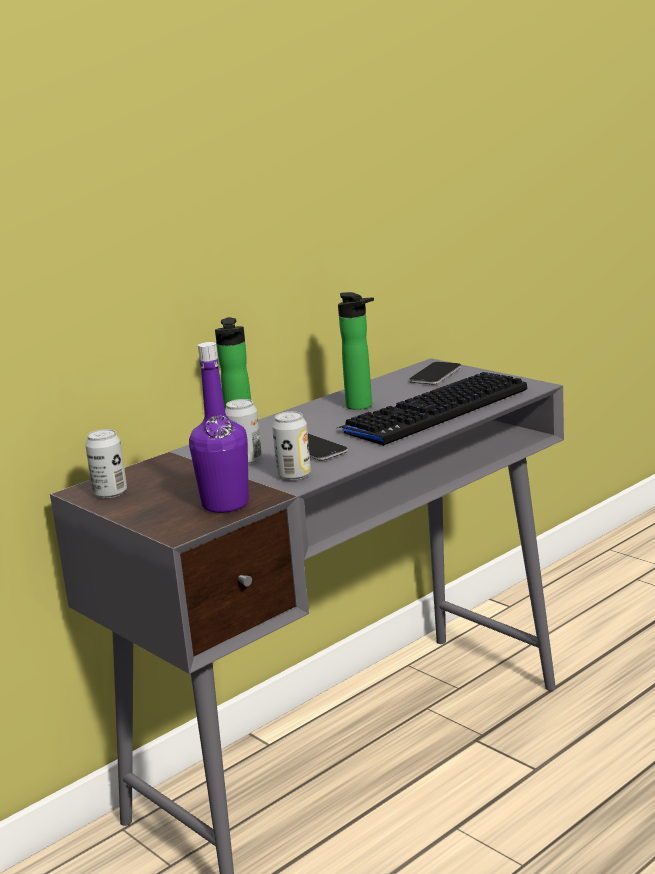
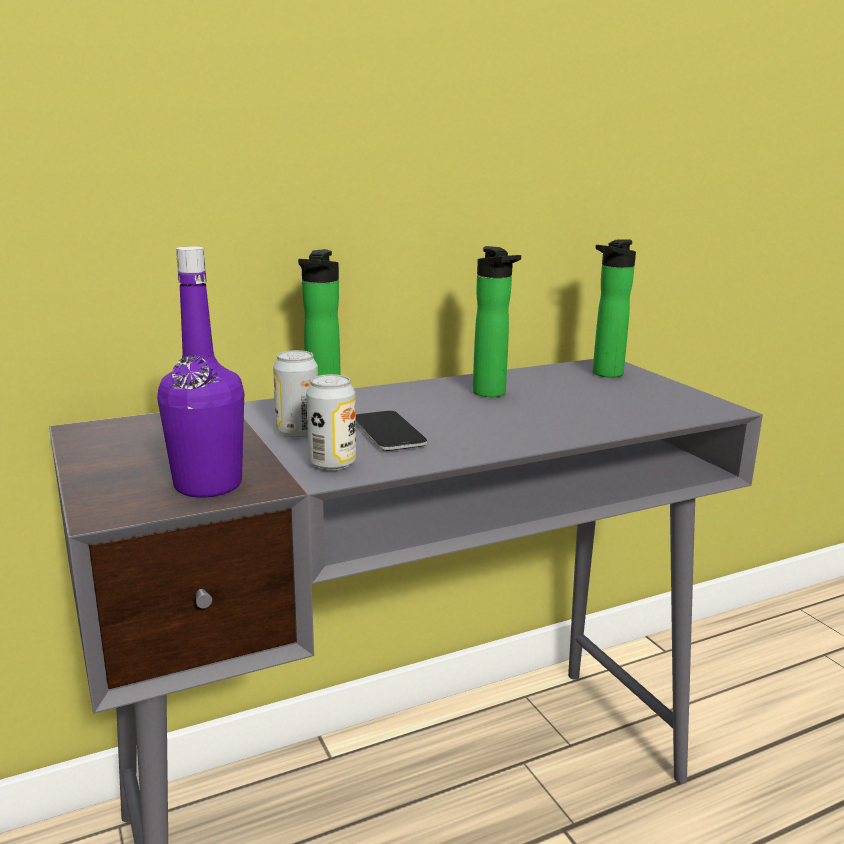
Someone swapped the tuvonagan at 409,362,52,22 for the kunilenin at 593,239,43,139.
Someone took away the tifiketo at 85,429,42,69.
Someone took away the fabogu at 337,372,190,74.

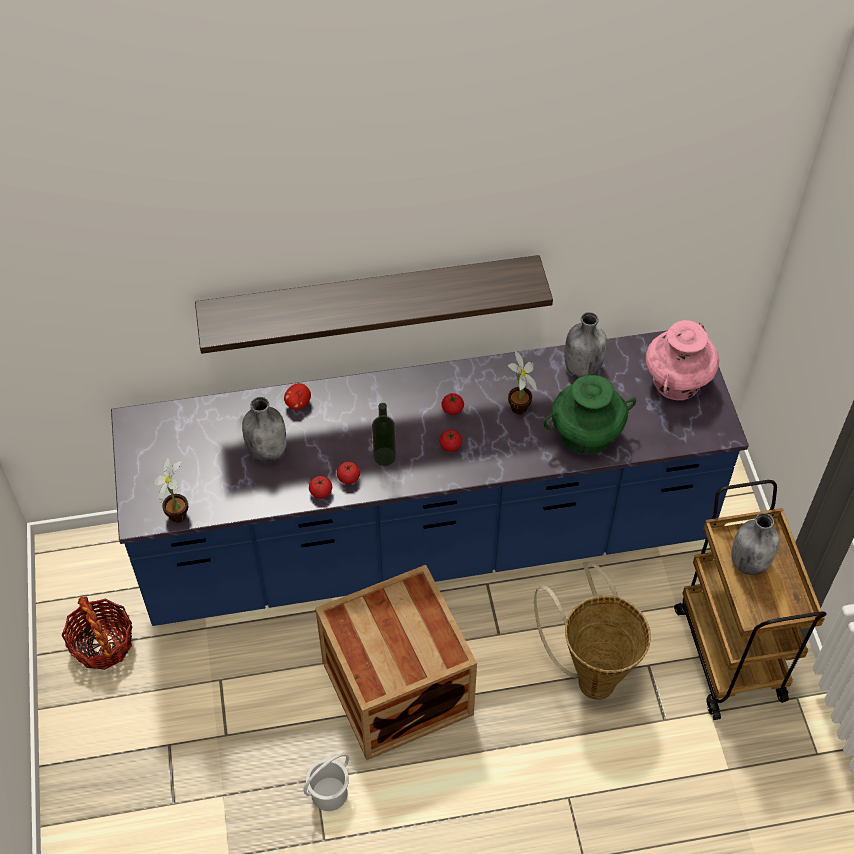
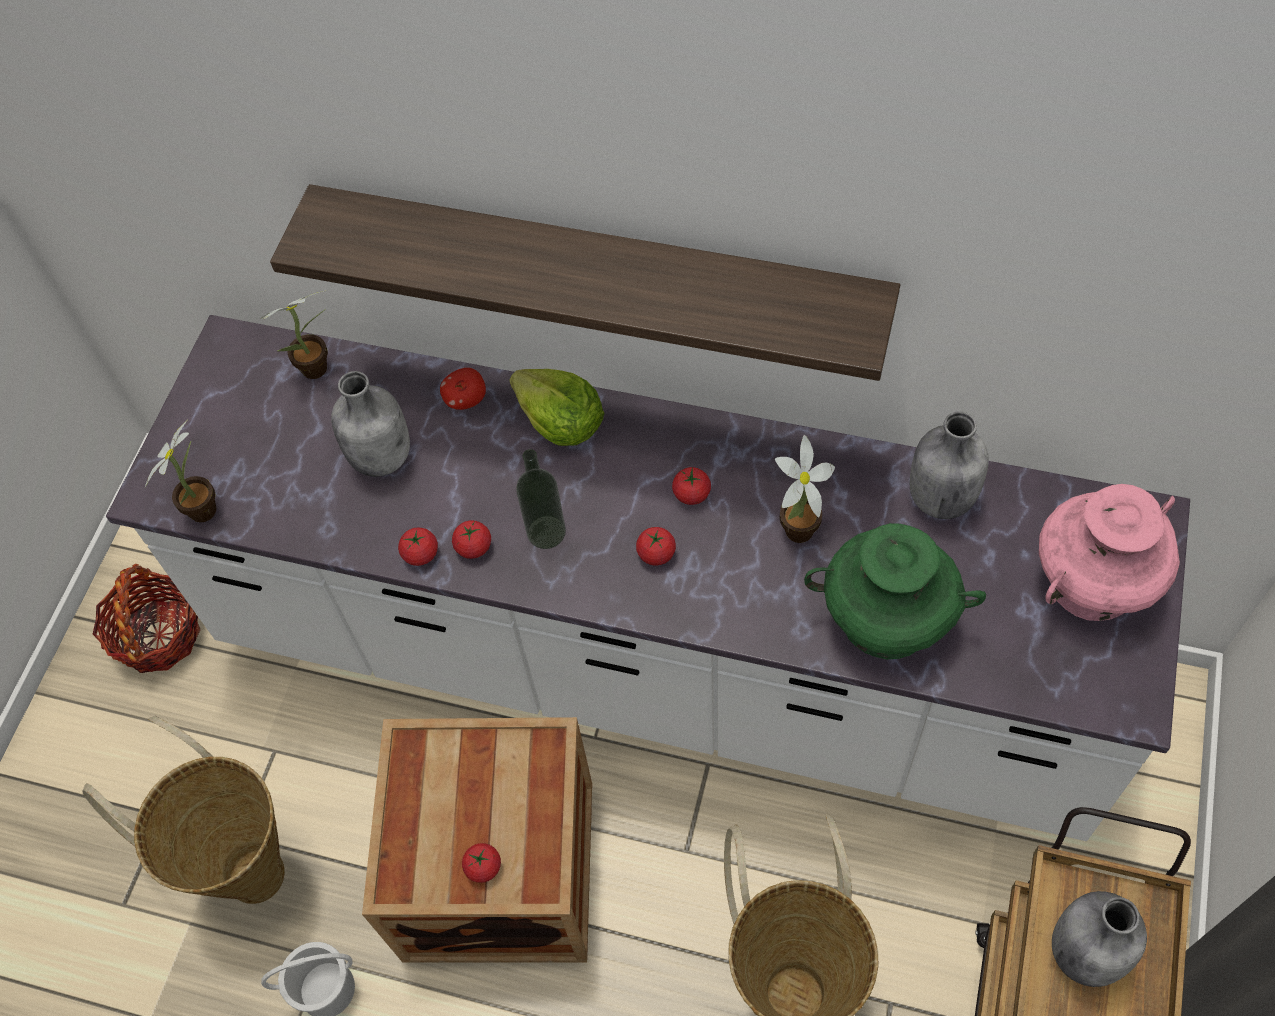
Someone put down the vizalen at 82,716,203,188.
Someone repainted the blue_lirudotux at 111,325,638,301, which became the white_lirudotux at 106,315,1084,526.
Someone put down the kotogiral at 260,291,68,88.
Someone put down the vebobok at 462,843,39,40.
Someone put down the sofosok at 509,369,95,77.

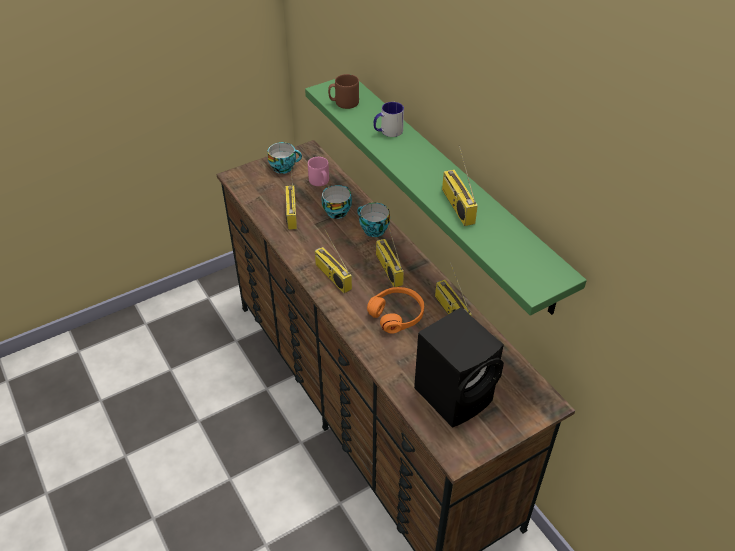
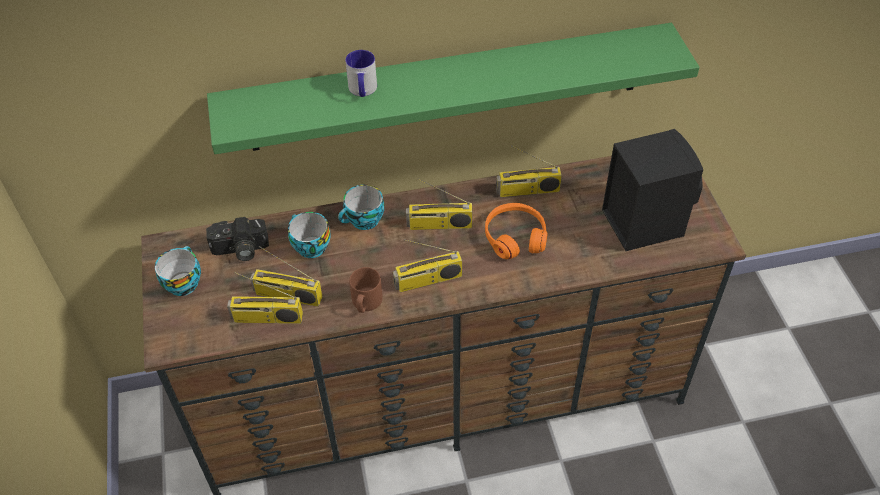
Someone swapped the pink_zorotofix at 308,157,21,29 for the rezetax at 206,217,63,44.
Someone carried the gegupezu from 442,145,36,81 to 227,272,76,52.
Someone carried the brown_zorotofix from 328,74,31,35 to 349,267,34,46.

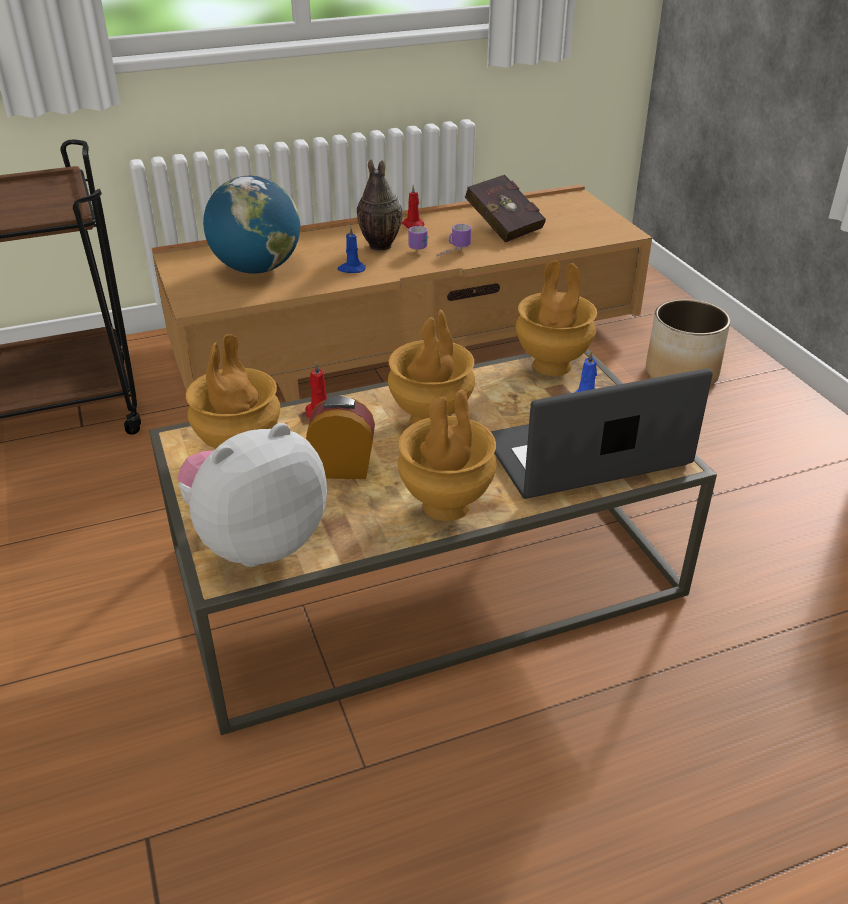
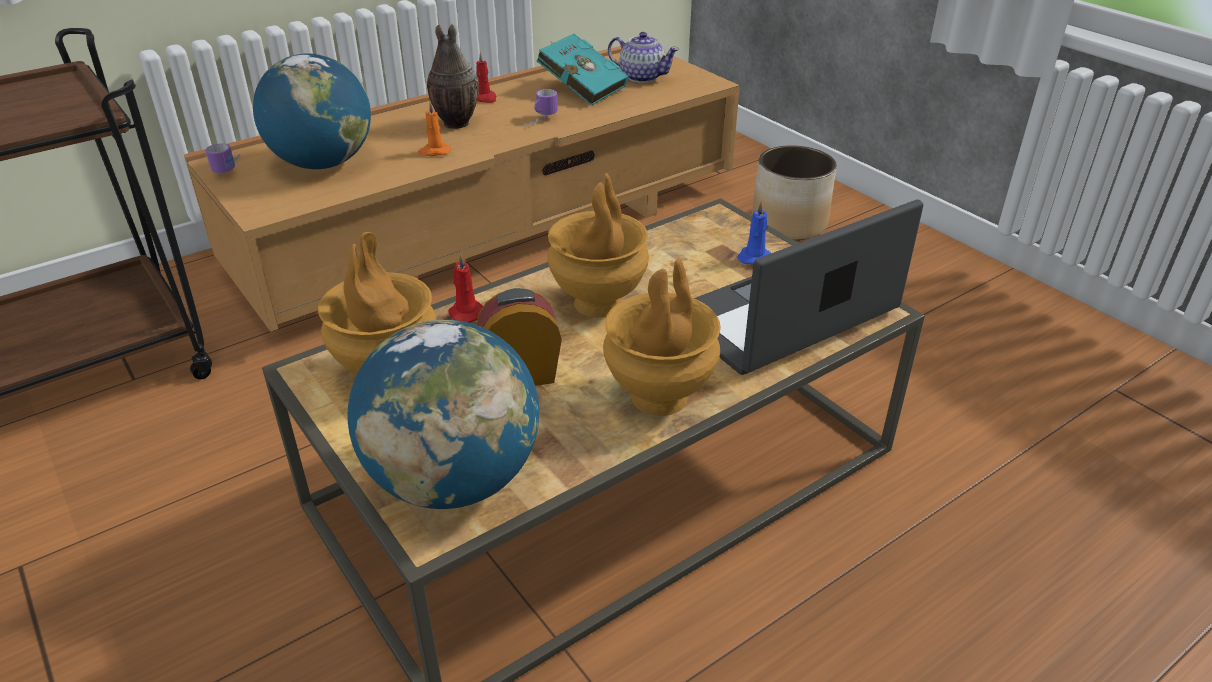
Someone carried the zorotofix from 408,226,20,24 to 205,143,35,30.
Someone swapped the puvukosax at 177,423,150,144 for the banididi at 347,320,192,189.
Someone repainted the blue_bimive at 337,226,29,47, which became the orange_bimive at 418,102,33,54.
Someone repainted the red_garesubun at 465,175,80,67, which became the turquoise_garesubun at 537,34,91,72.
Someone put down the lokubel at 608,32,72,51.
Someone took away the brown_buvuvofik at 516,260,81,116.

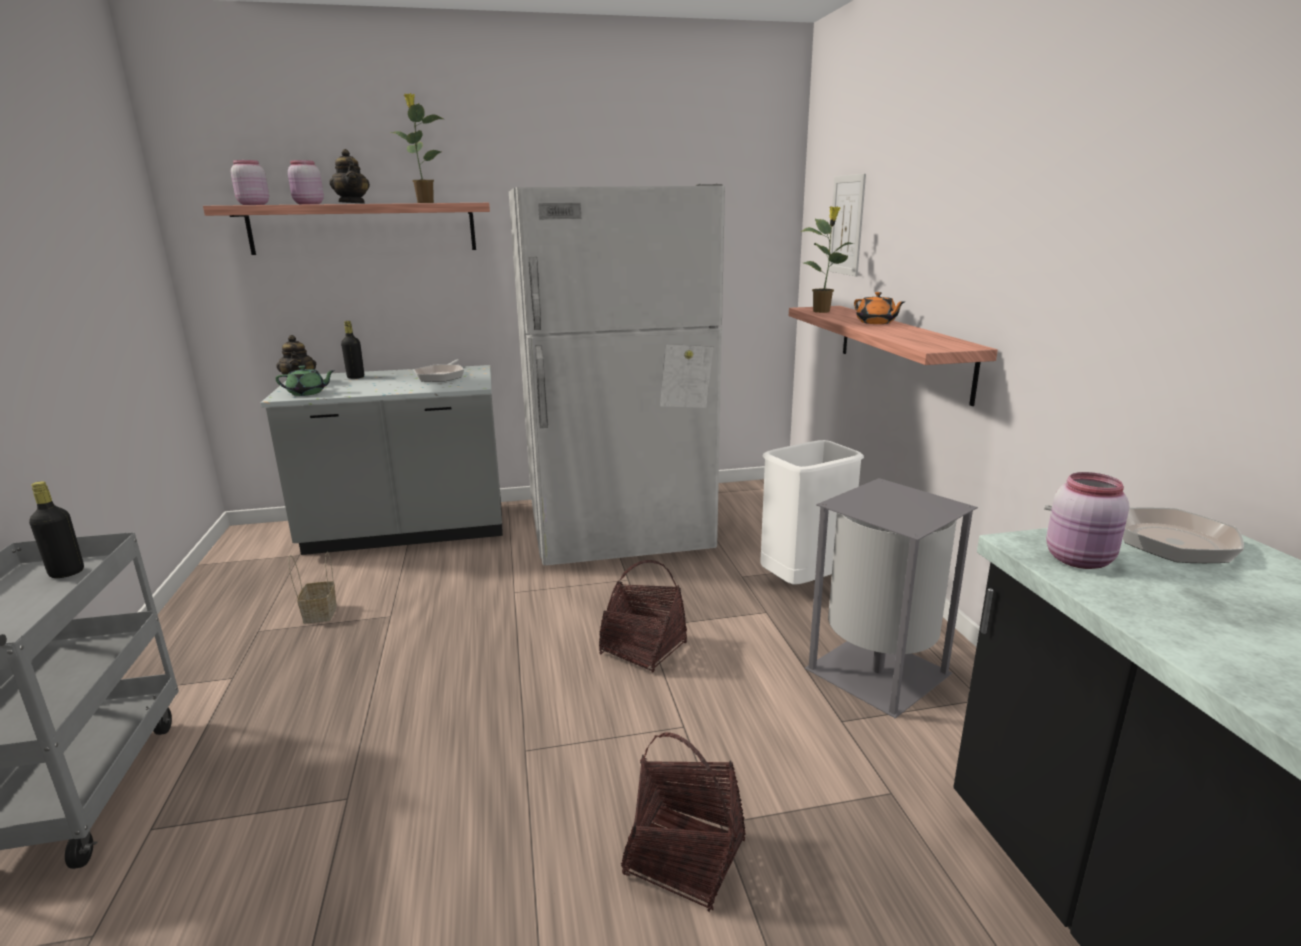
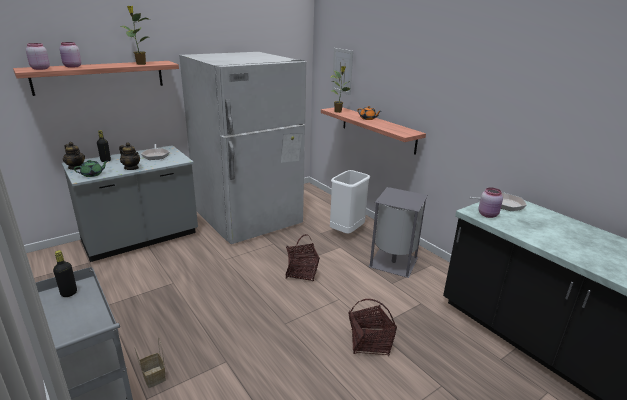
Someone carried the lokubel from 329,149,41,55 to 119,142,21,28.
Someone carried the vizalen from 289,552,48,72 to 135,338,31,50.

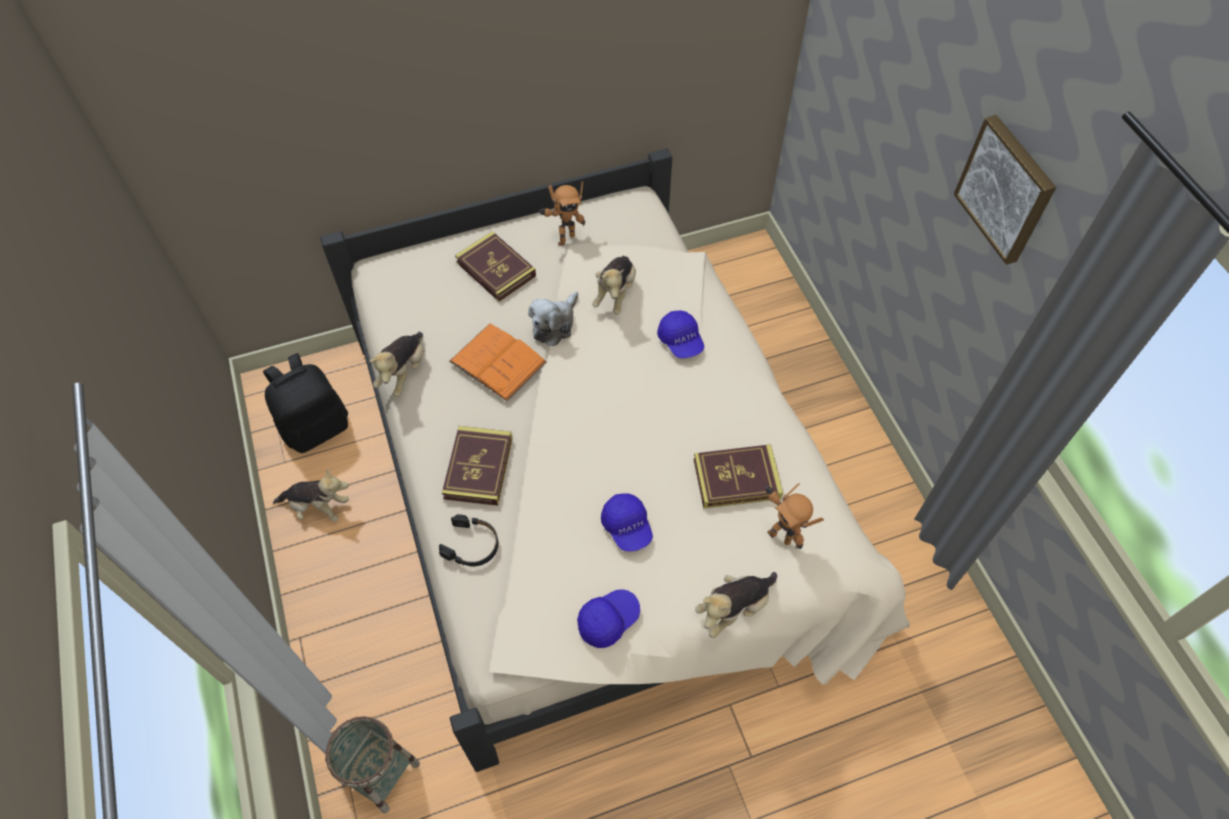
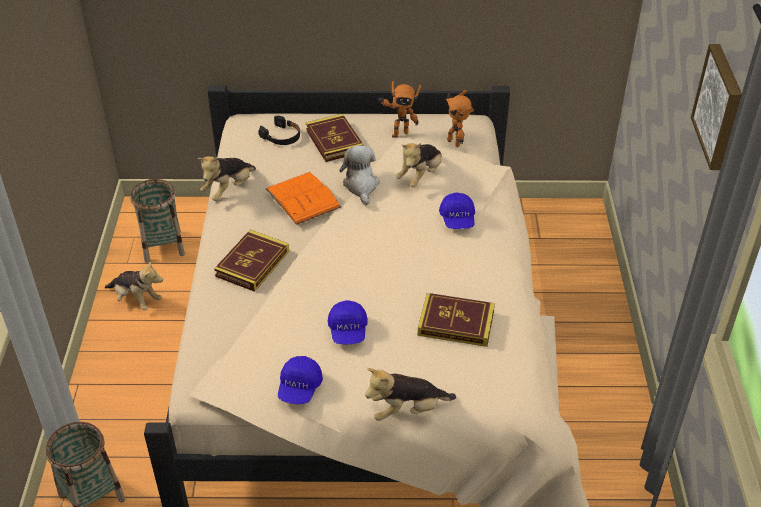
Someone swapped the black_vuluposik at 263,353,85,100 for the vizalen at 130,179,55,83.
Someone carried the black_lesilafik from 439,514,59,52 to 258,116,42,29.
Someone rotated the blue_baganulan at 577,589,63,59 by 120 degrees clockwise.
Someone rotated the puvukosax at 528,292,50,54 by 120 degrees clockwise.
Someone carried the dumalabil from 765,483,59,66 to 446,90,28,57.

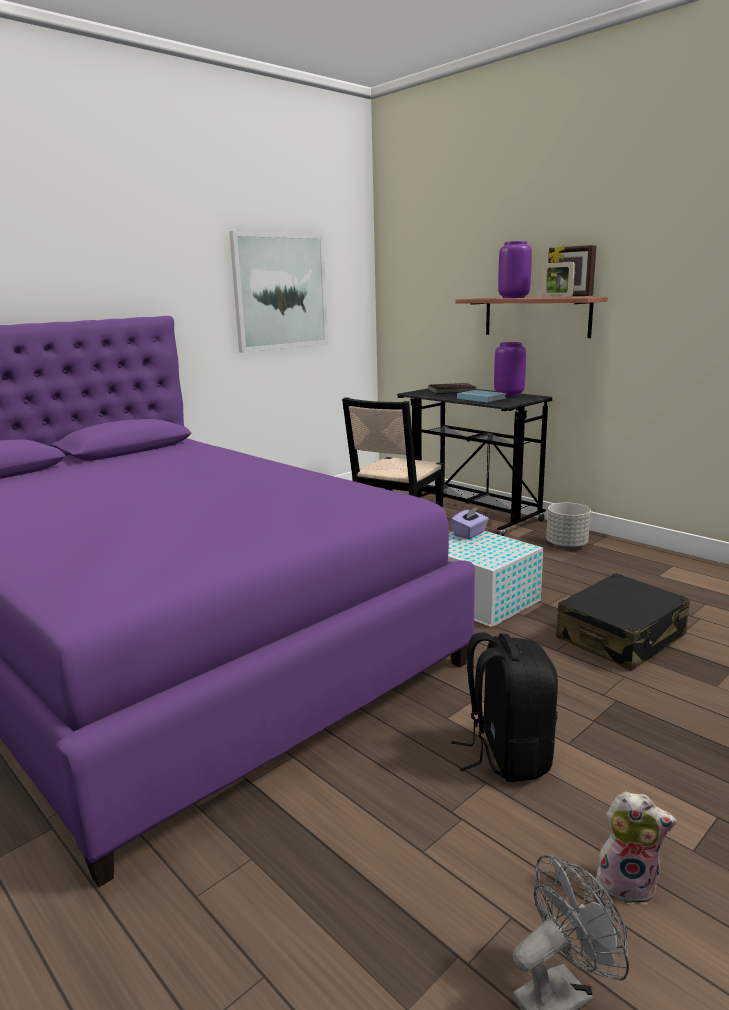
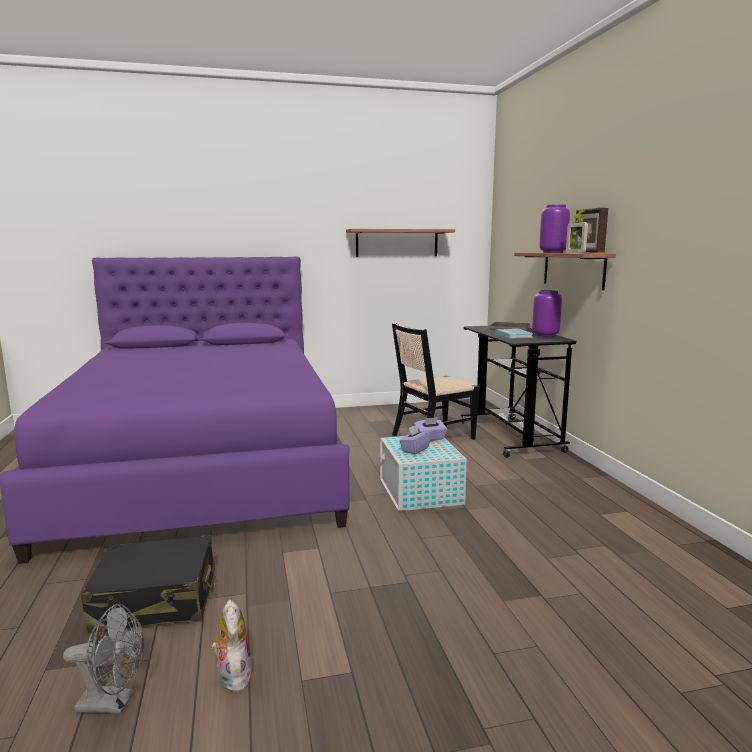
Someone carried the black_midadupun from 556,573,134,98 to 81,535,135,98.
Someone rotated the puvukosax at 596,792,81,113 by 150 degrees counterclockwise.
Someone swapped the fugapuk at 229,231,99,122 for the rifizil at 346,229,109,28.
Someone put down the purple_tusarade at 399,424,33,30.
Someone took away the black_vuluposik at 451,632,107,150.
Someone took away the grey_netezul at 546,503,45,45.

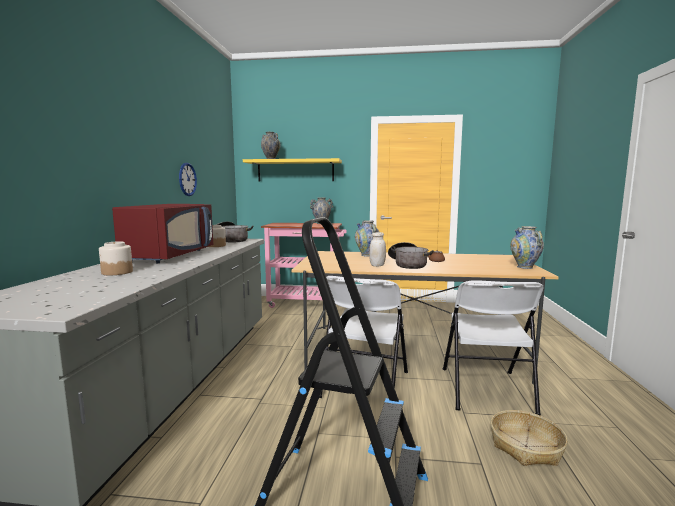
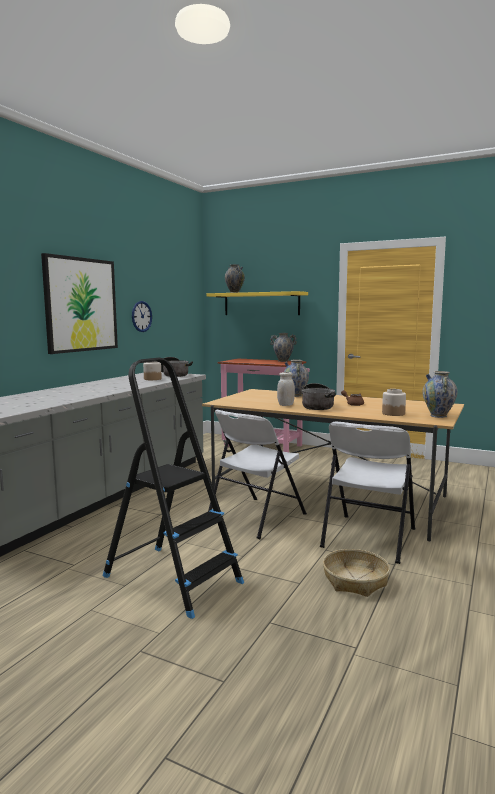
Someone put up the fugapuk at 41,253,77,101.
Someone carried the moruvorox from 99,241,34,34 to 382,389,24,27.
Someone took away the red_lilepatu at 112,204,101,59.

